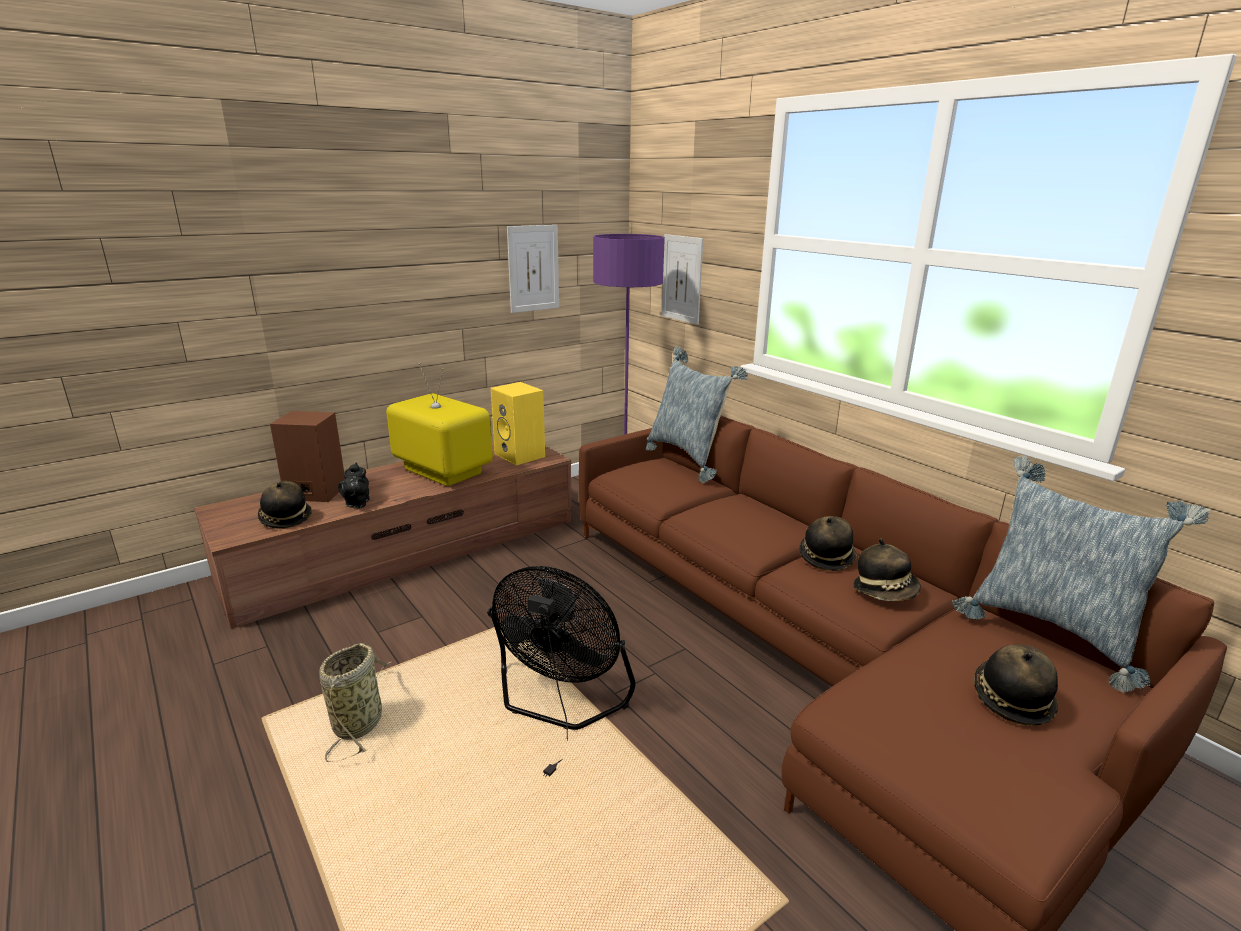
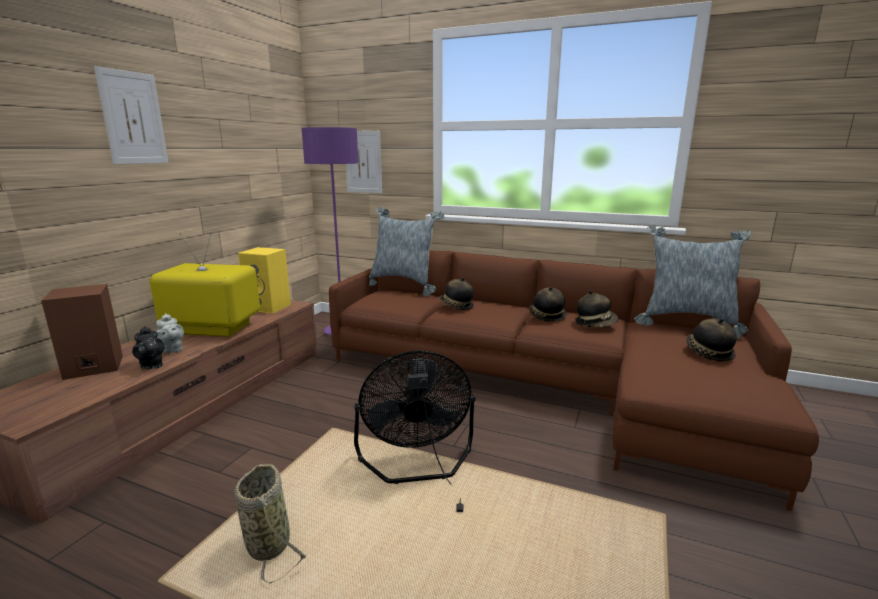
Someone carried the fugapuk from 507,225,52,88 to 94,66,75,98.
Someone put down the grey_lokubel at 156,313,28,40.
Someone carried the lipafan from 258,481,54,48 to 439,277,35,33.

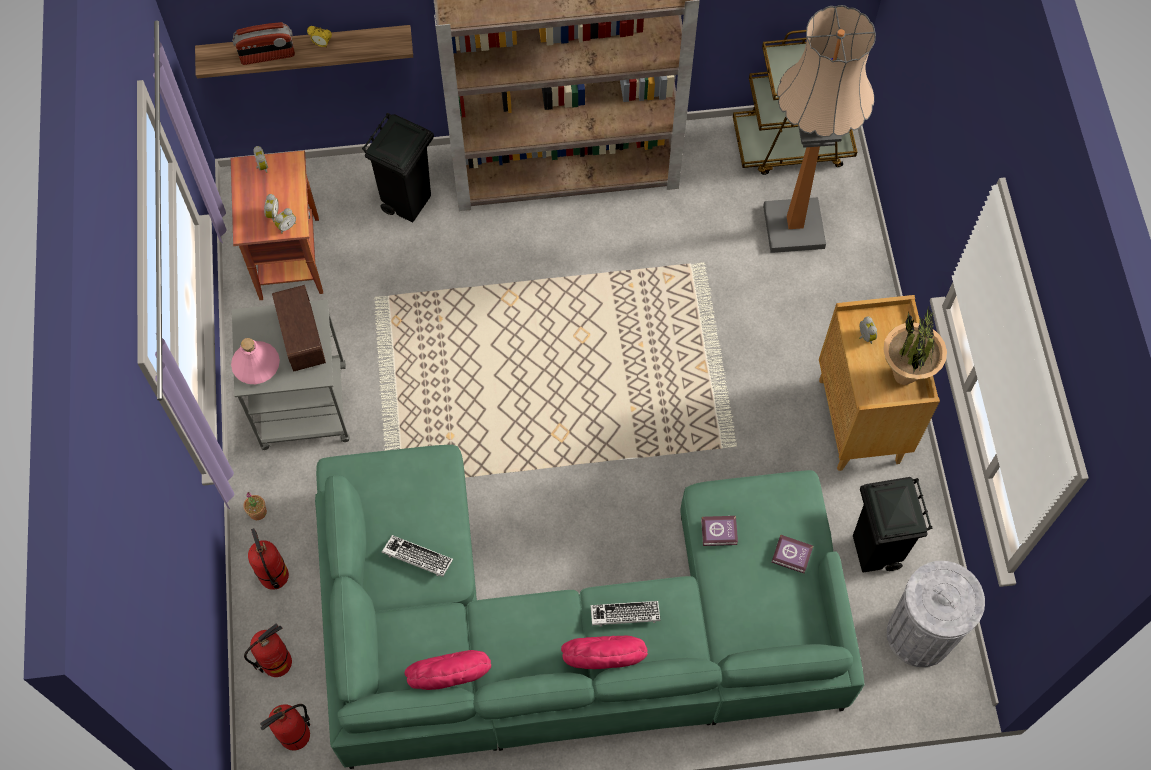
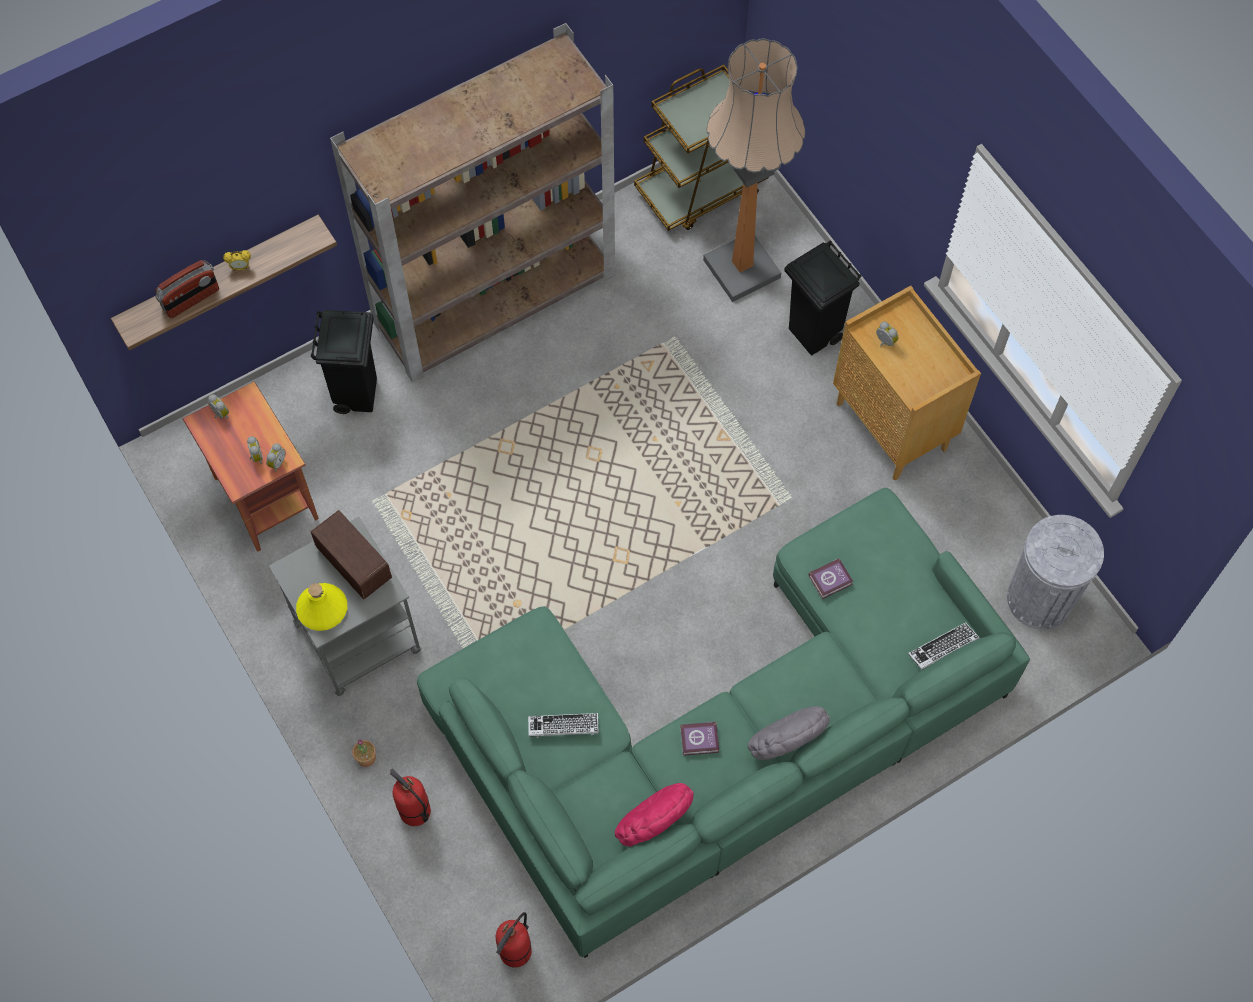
Someone repainted the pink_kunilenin at 231,338,49,46, which became the yellow_kunilenin at 296,583,51,48.
Someone carried the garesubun from 772,535,41,38 to 680,722,39,34.
Someone repainted the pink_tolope at 561,636,87,33, which became the grey_tolope at 748,706,82,54.
Someone carried the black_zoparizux from 853,477,79,95 to 784,240,77,116.
Someone carried the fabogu from 591,601,70,26 to 908,622,72,48.
Someone took away the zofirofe at 244,624,48,53.
Someone took away the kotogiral at 883,305,64,80.

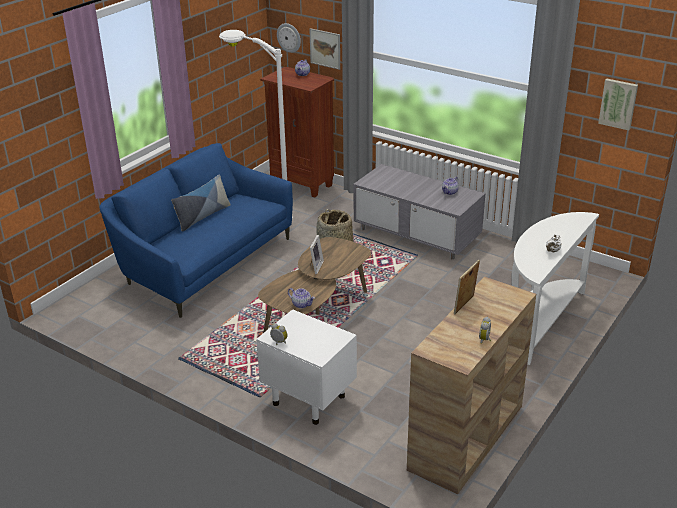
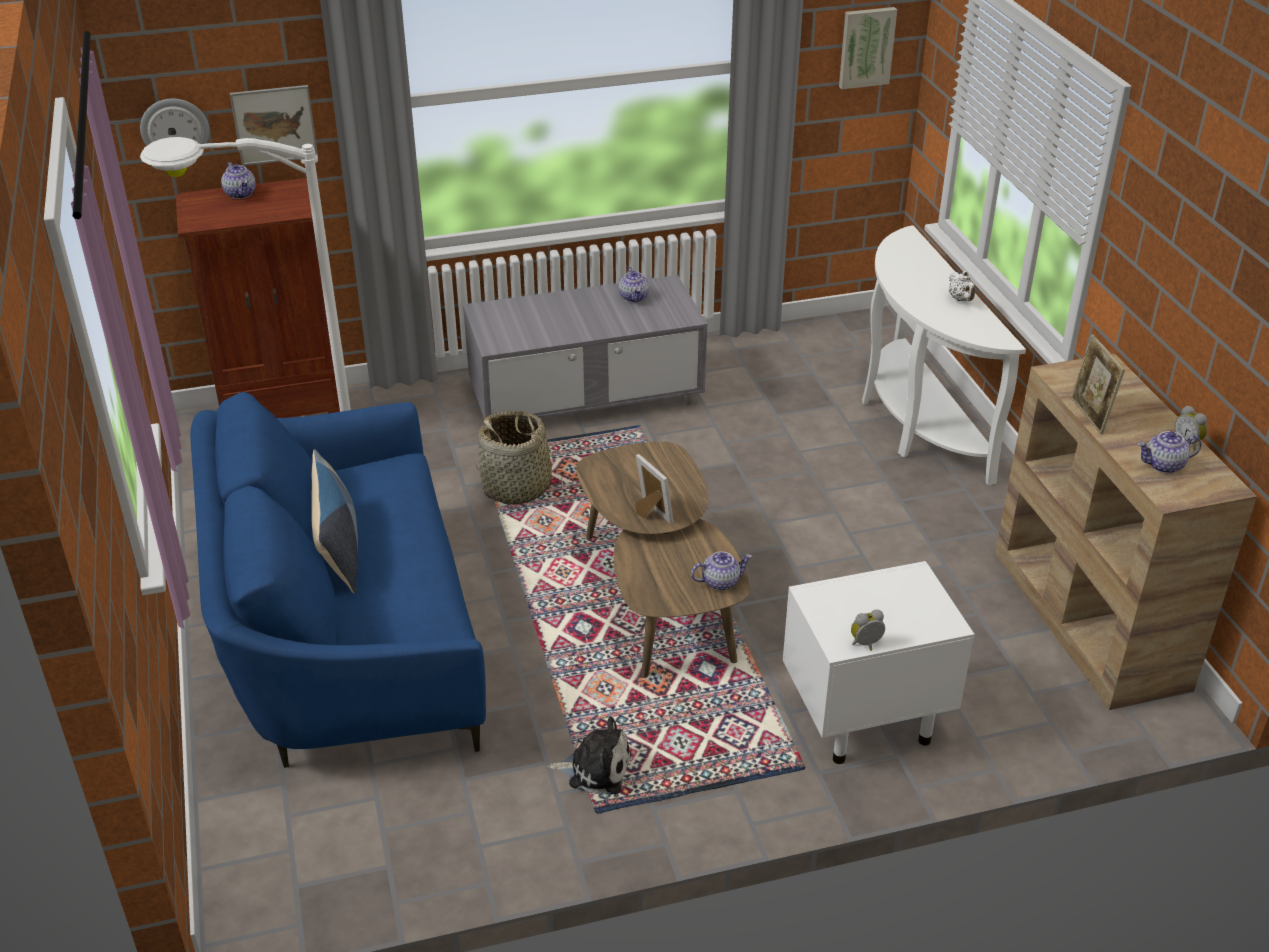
Someone put down the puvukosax at 548,717,83,77.
Someone put down the lokubel at 1138,431,64,42.

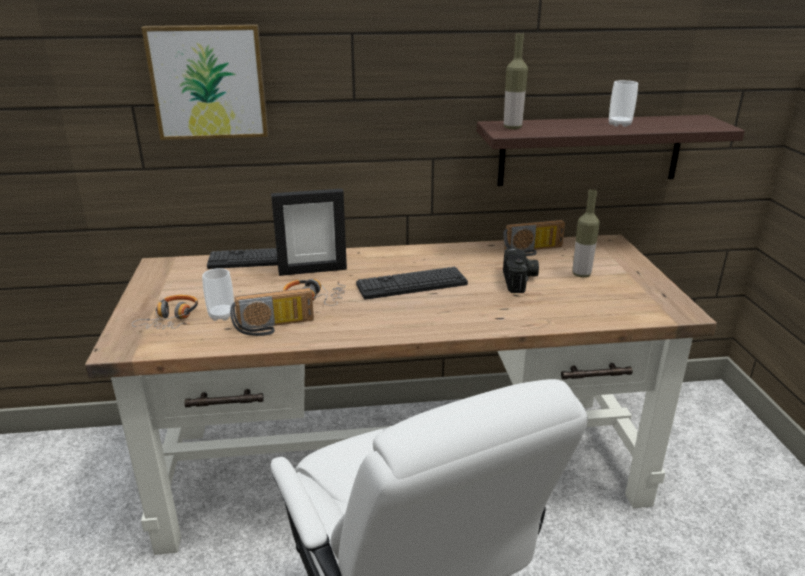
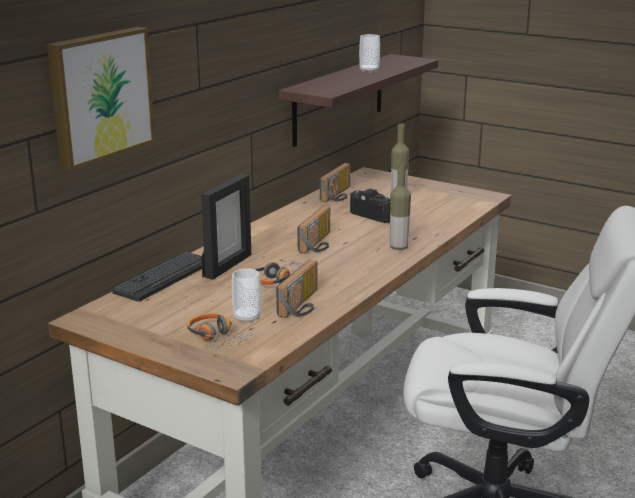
Someone swapped the fabogu at 356,267,112,33 for the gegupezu at 297,206,33,48.
Someone carried the kunilenin from 504,33,24,96 to 390,163,21,87.

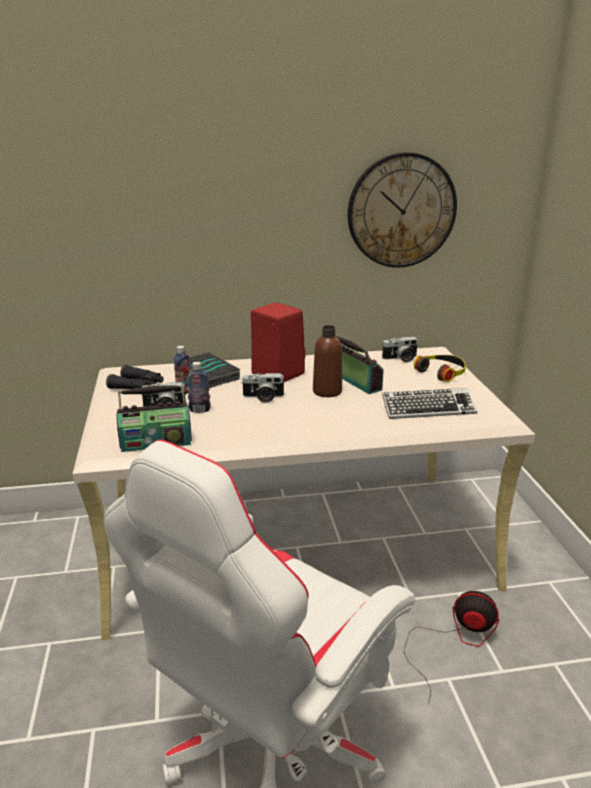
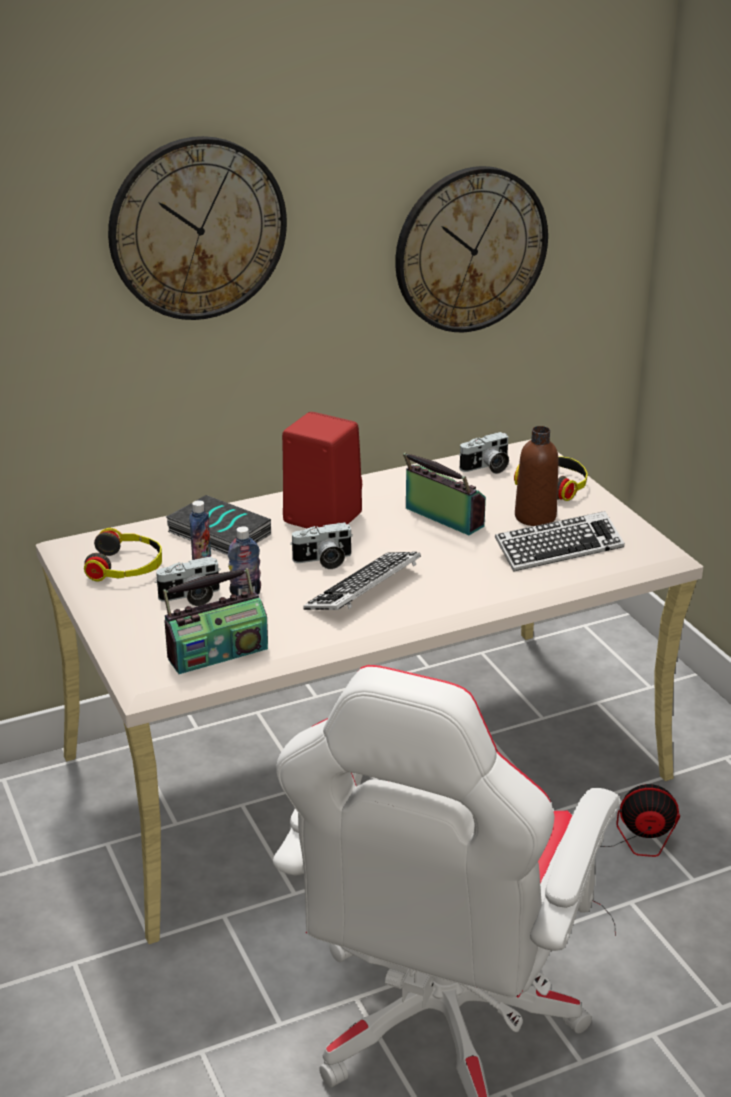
Someone swapped the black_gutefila at 106,365,58,24 for the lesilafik at 84,528,78,54.
Someone put up the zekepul at 108,136,179,184.
Someone put down the fabogu at 303,552,118,58.
Someone carried the brown_kunilenin from 313,325,29,72 to 515,426,44,100.

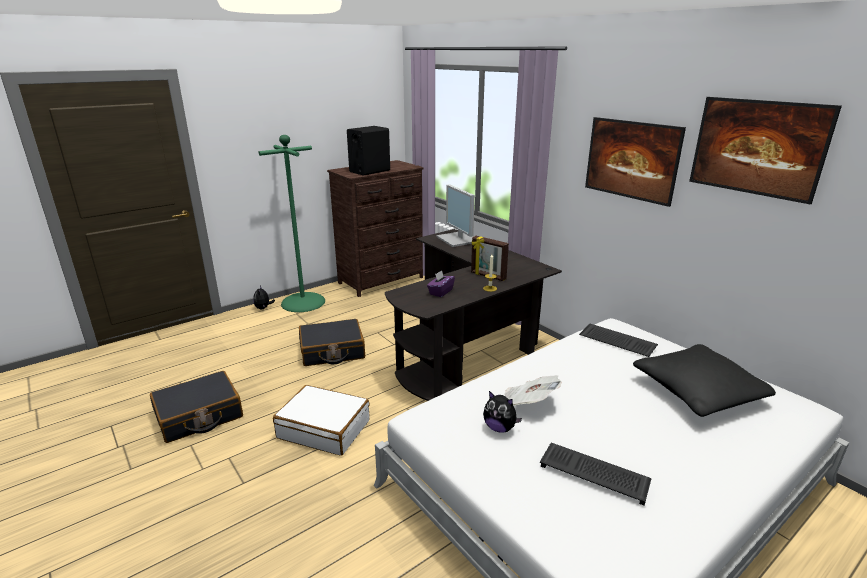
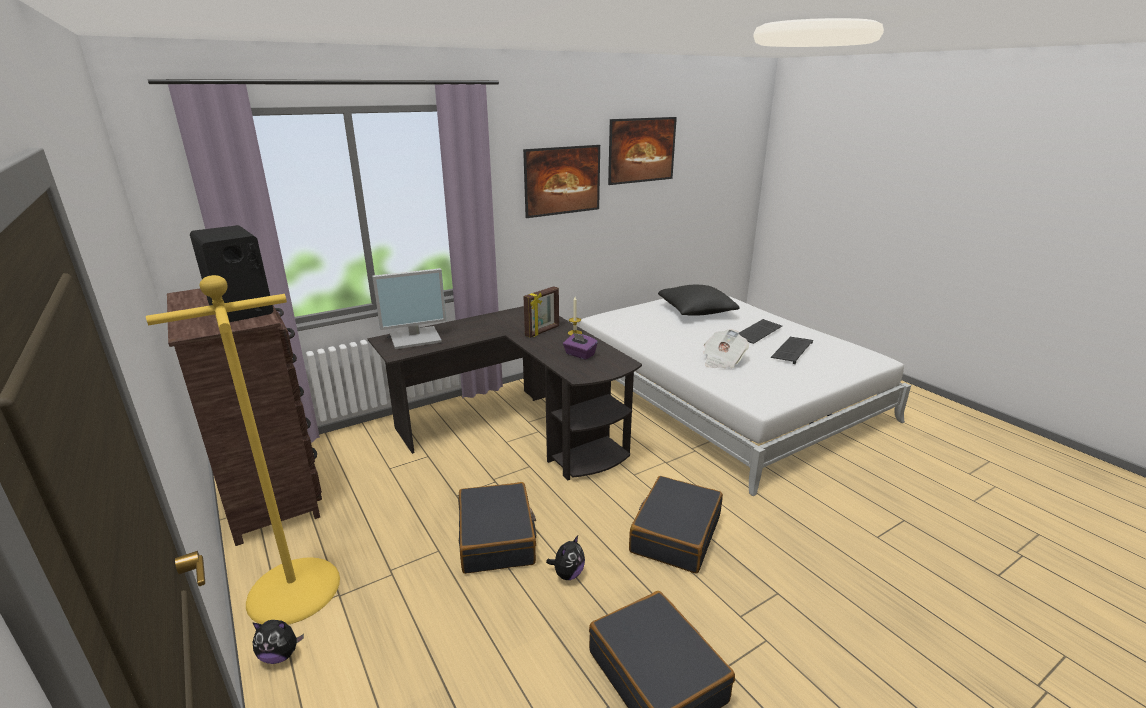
Someone repainted the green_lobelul at 259,135,66,177, which became the yellow_lobelul at 146,275,194,350.
Someone carried the puvukosax from 483,391,39,42 to 546,536,39,44.
Someone repainted the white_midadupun at 273,385,97,71, which became the black_midadupun at 629,476,94,98.
Someone carried the fabogu from 579,324,79,33 to 739,319,43,25.

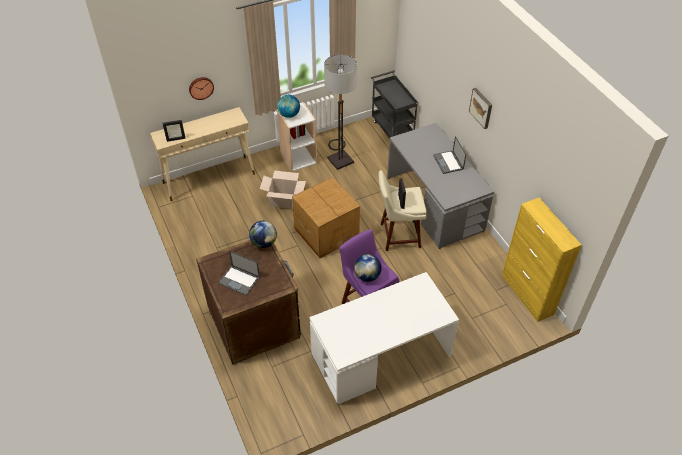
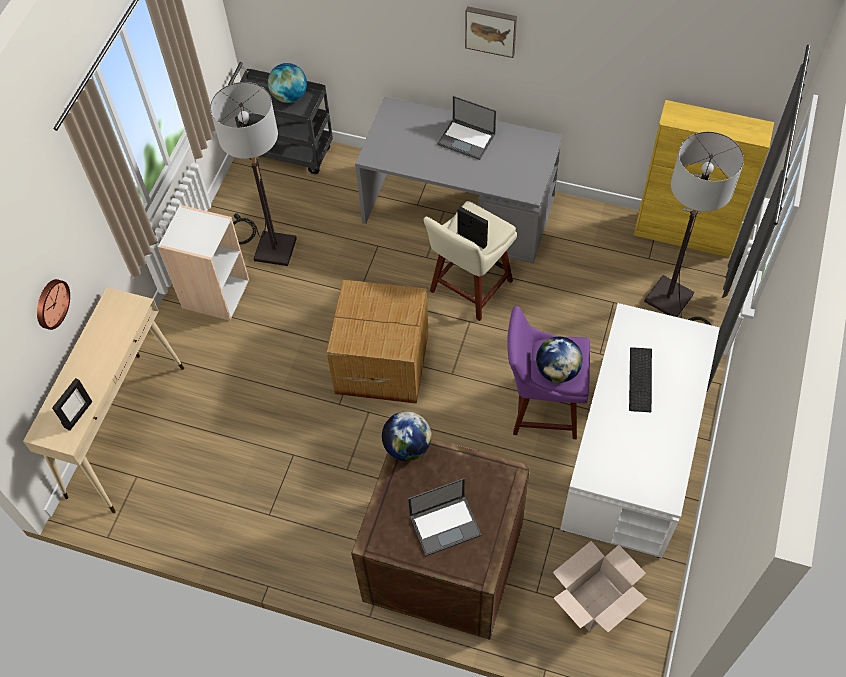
Someone carried the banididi from 277,95,23,23 to 268,63,39,40.
Someone carried the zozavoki from 260,170,46,39 to 552,541,95,91.
Someone put down the fabogu at 629,347,23,65.
Someone put down the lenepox at 644,132,100,193.

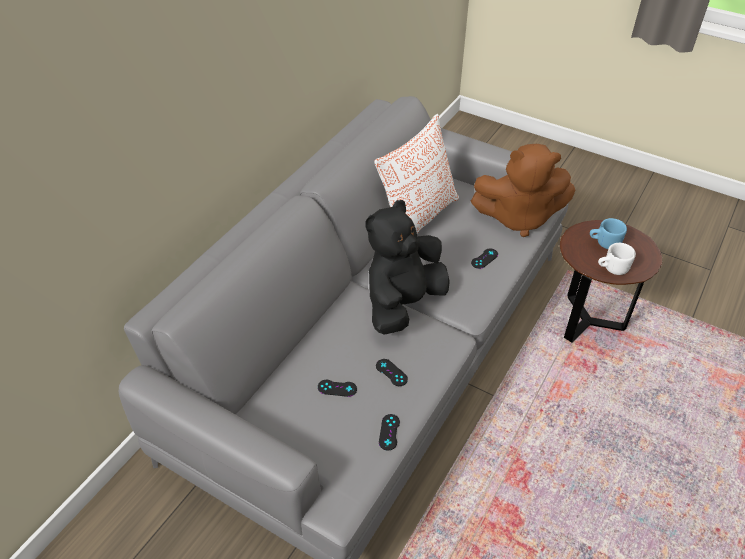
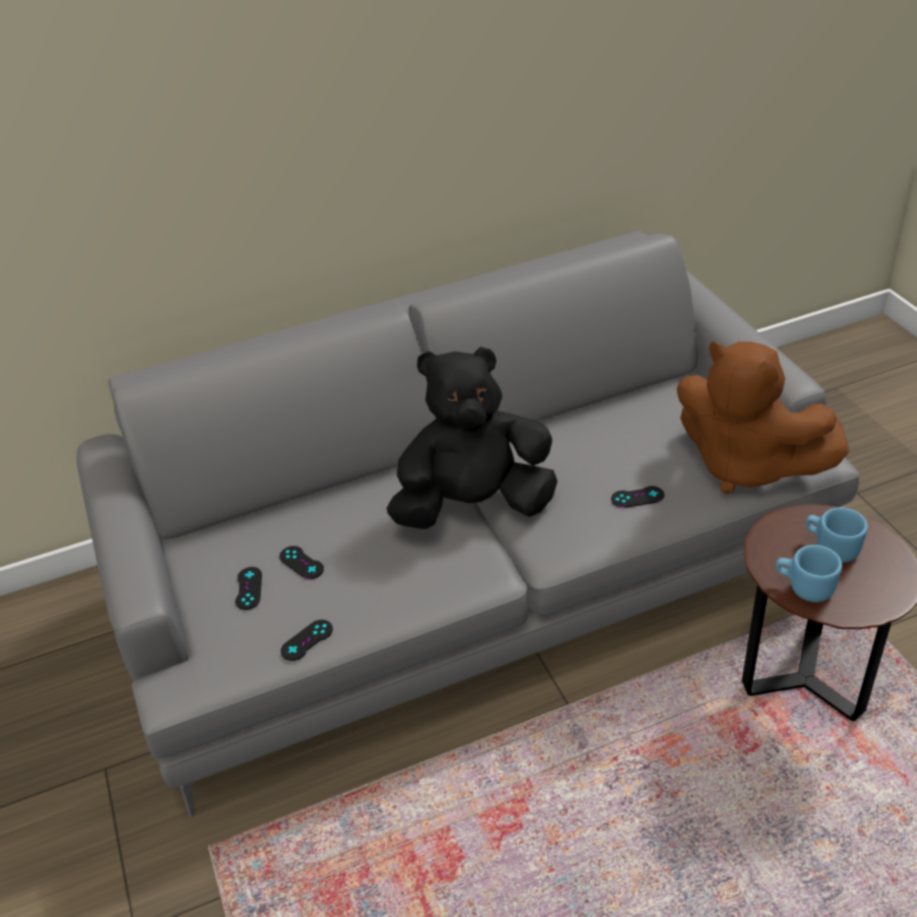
Someone carried the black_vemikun from 376,359,32,27 to 235,567,27,43.
Someone repainted the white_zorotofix at 598,243,38,32, which became the blue_zorotofix at 776,545,66,57.
Someone took away the white_tolope at 374,114,85,119.

